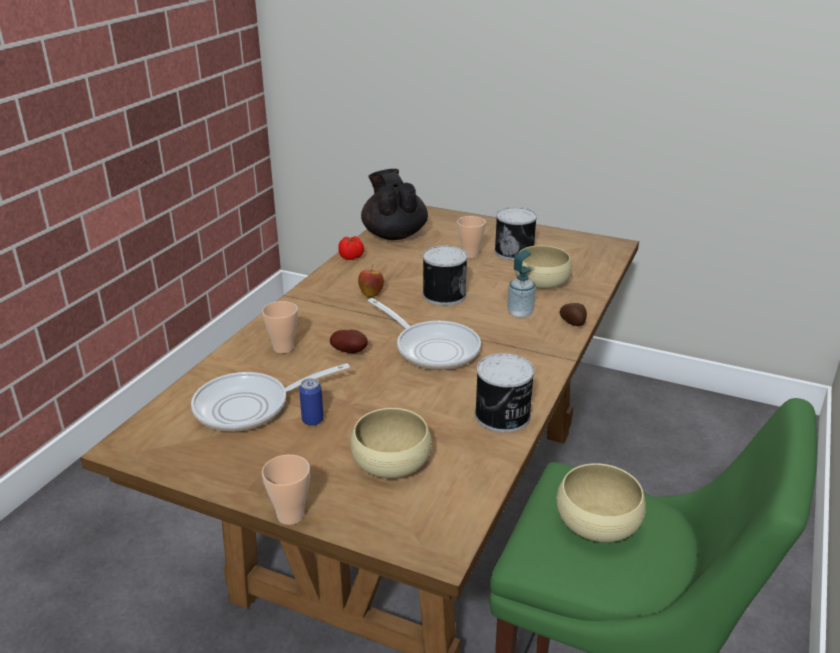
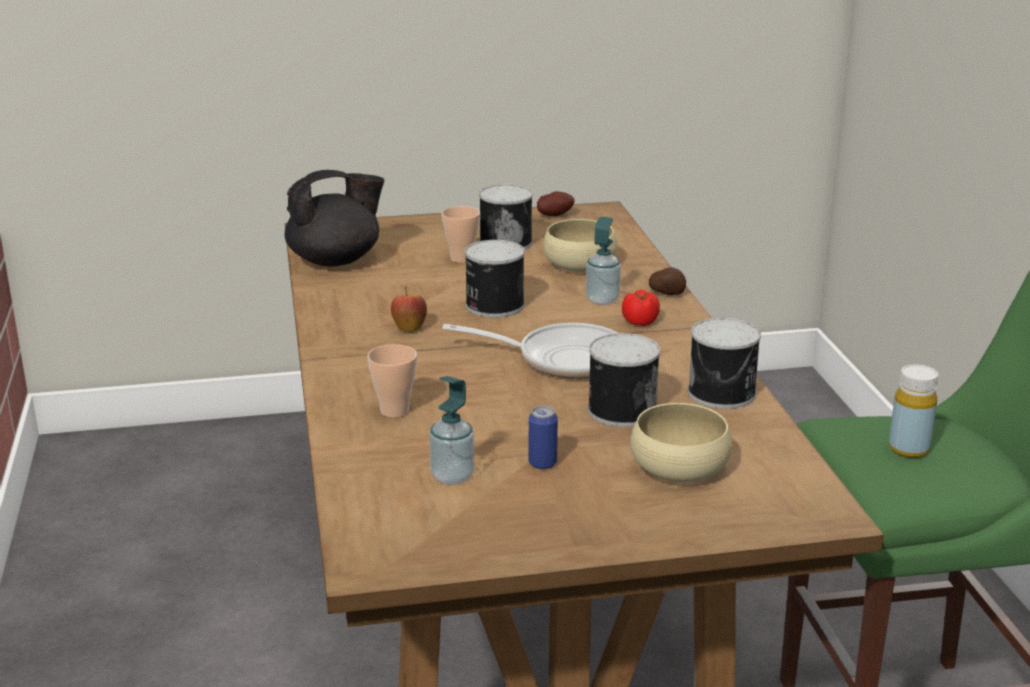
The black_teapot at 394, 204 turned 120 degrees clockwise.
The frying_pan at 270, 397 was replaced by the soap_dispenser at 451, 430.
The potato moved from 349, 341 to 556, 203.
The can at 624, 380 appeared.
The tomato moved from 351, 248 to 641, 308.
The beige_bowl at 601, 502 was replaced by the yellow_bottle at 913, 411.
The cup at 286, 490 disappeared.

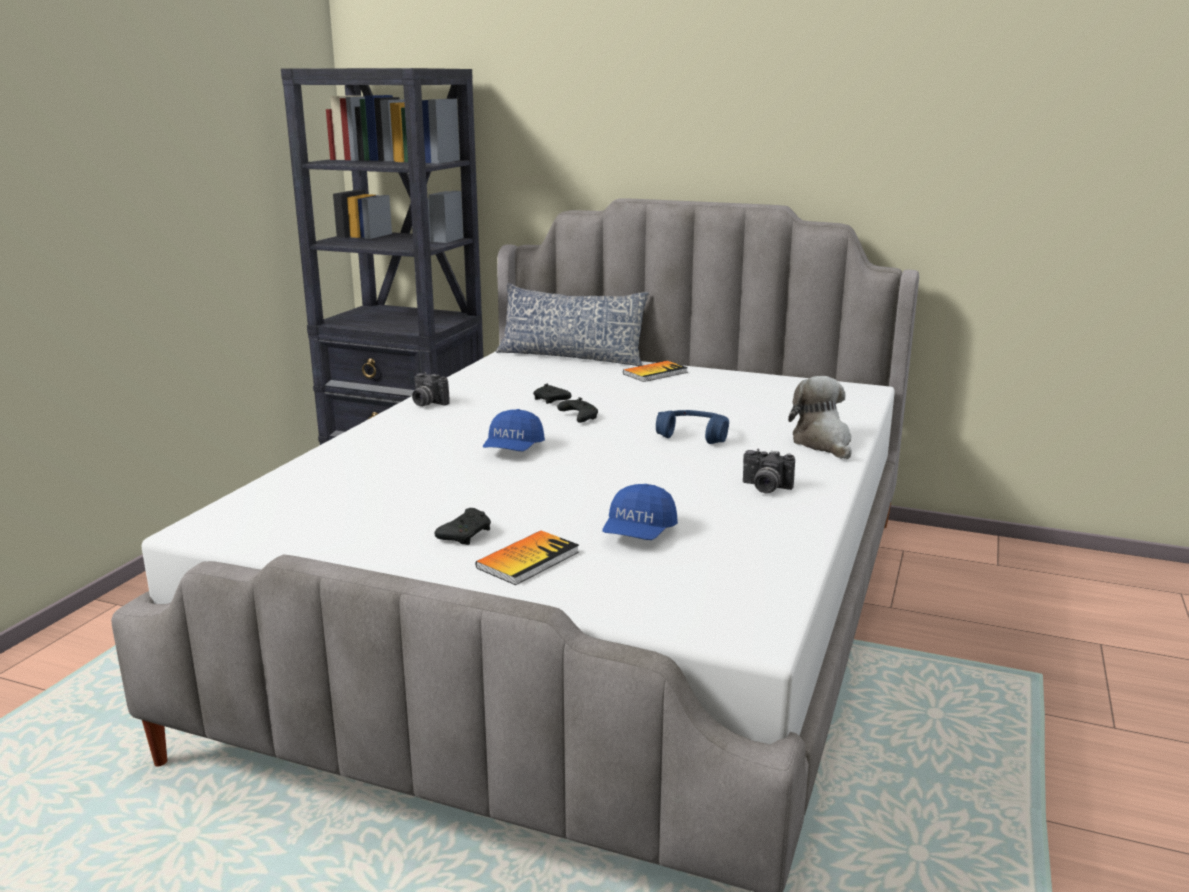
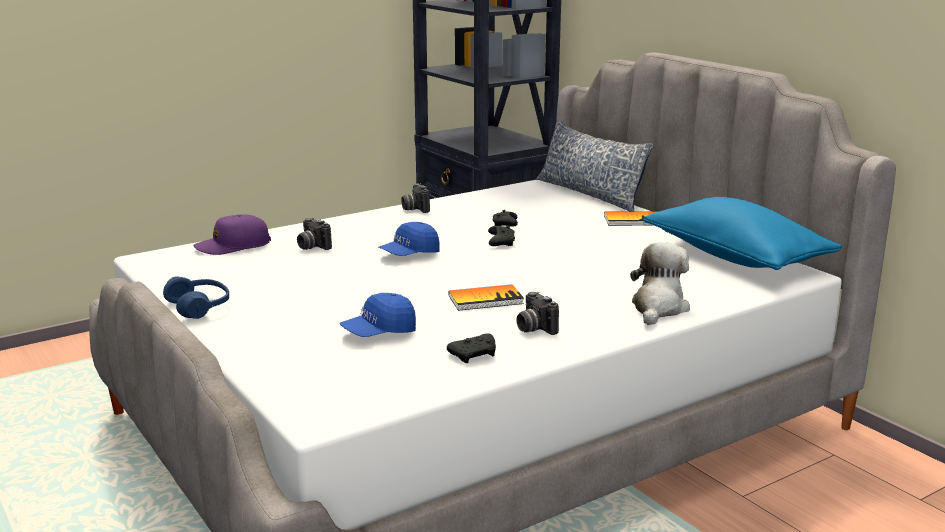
The blue_headphones moved from 692, 427 to 196, 297.
The purple_cap at 232, 234 appeared.
The photo_camera at 314, 233 appeared.
The black_game_controller moved from 463, 526 to 471, 348.
The book moved from 527, 557 to 486, 297.
The blue_pillow at 742, 233 appeared.

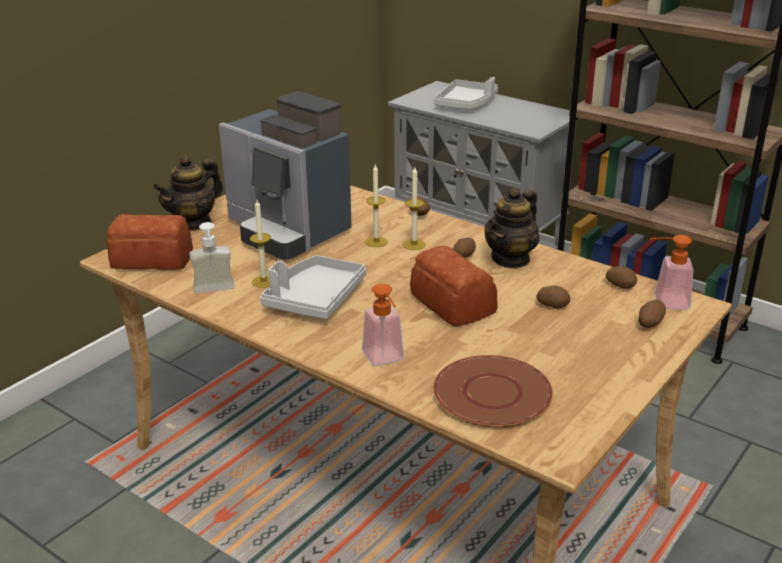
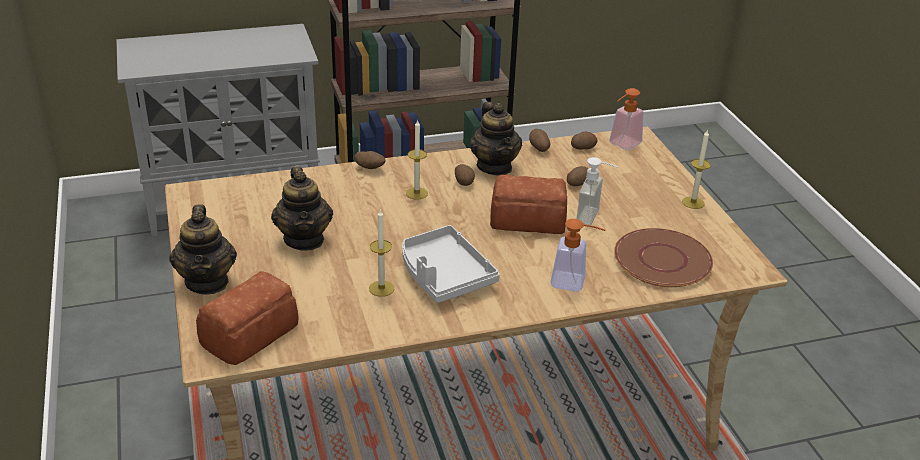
The coffee_machine at 285, 175 was replaced by the teapot at 302, 208.
The potato moved from 652, 314 to 540, 140.
The soap_dispenser moved from 211, 258 to 597, 192.
The candle moved from 376, 206 to 696, 169.
The grey_tray at 466, 93 disappeared.

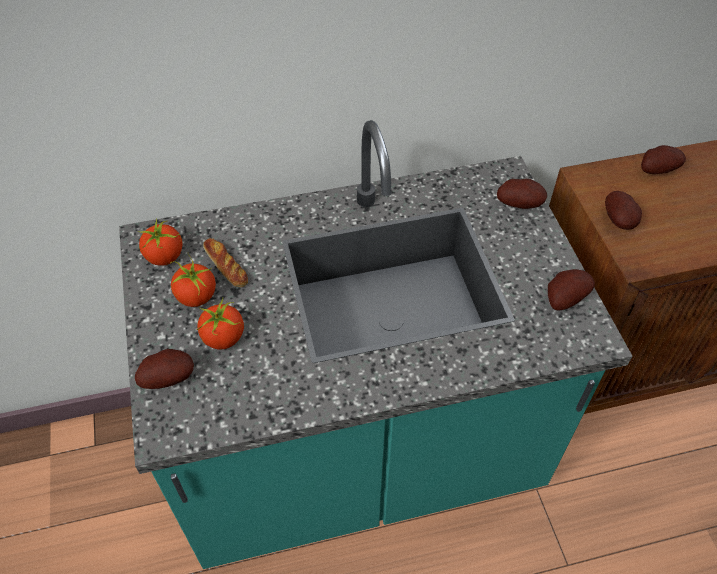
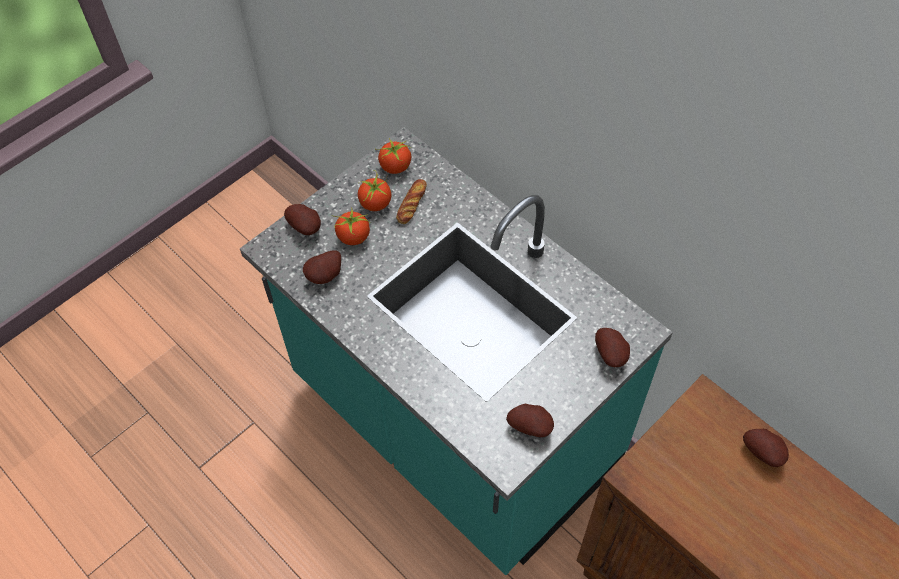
The potato moved from 623, 210 to 322, 267.

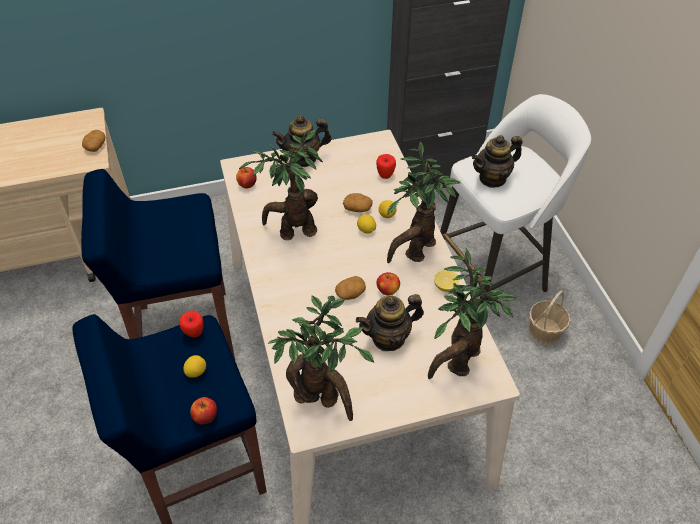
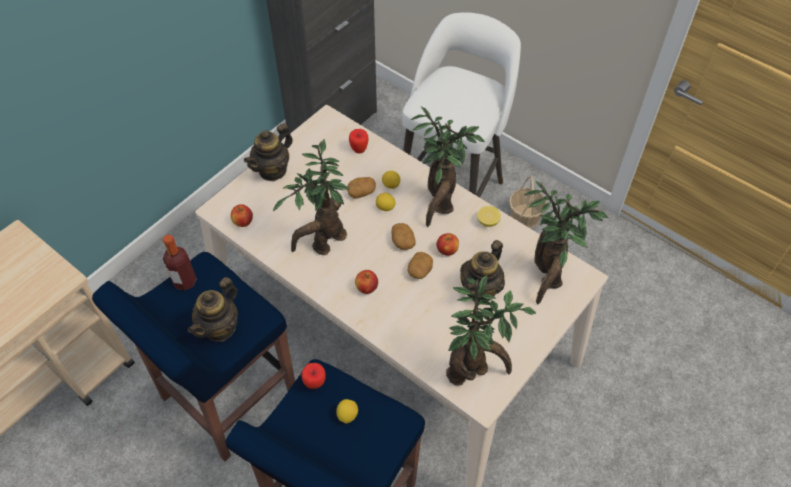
The bottle at 180, 262 appeared.
The teapot moved from 497, 161 to 213, 309.
The apple moved from 203, 411 to 366, 282.
The potato moved from 93, 141 to 404, 236.

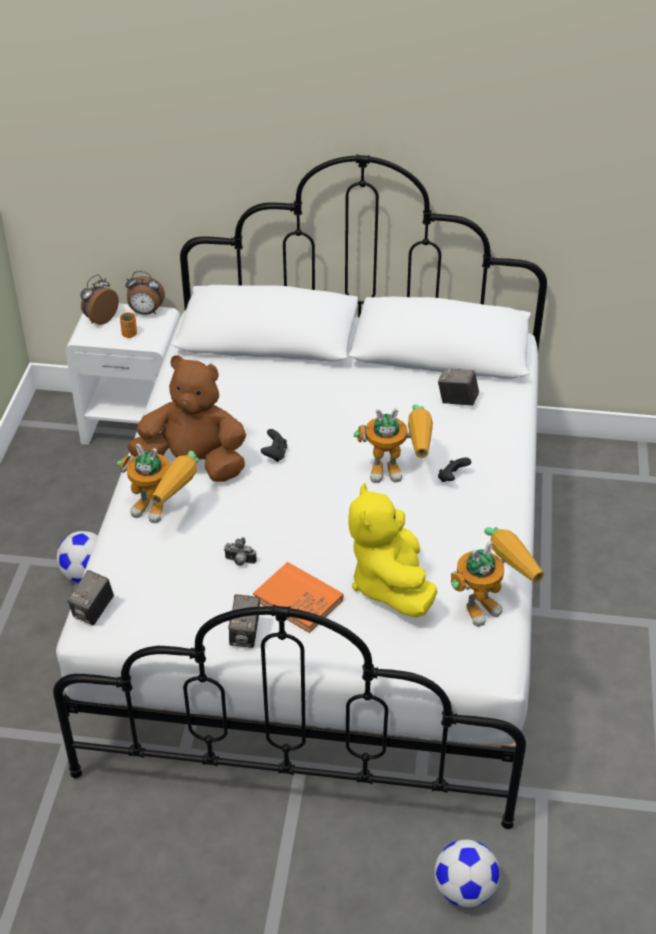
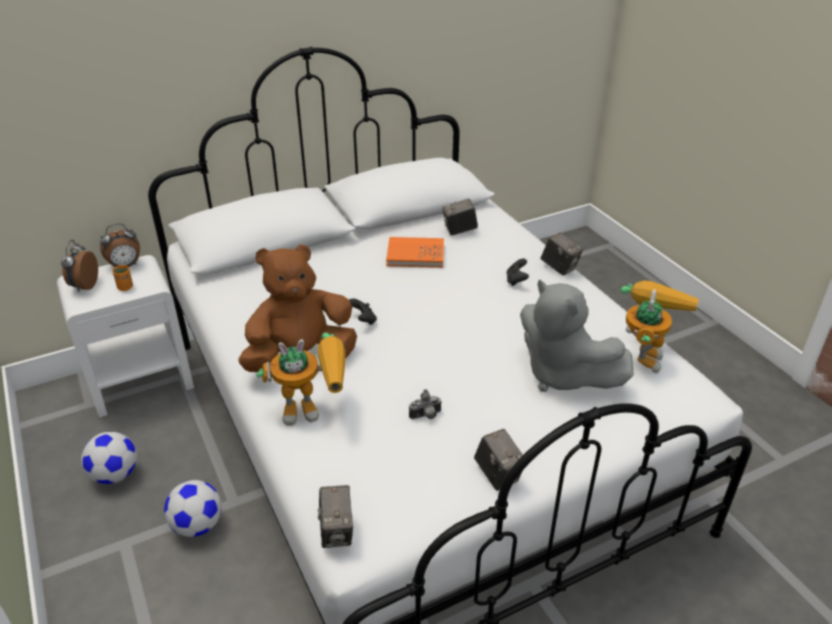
The football moved from 467, 873 to 109, 458.
The orange_book moved from 298, 597 to 415, 252.
The yellow_plush_toy at 393, 550 became the grey_plush_toy at 577, 335.
The photo_camera at 562, 254 appeared.
The toy_robot at 393, 443 disappeared.

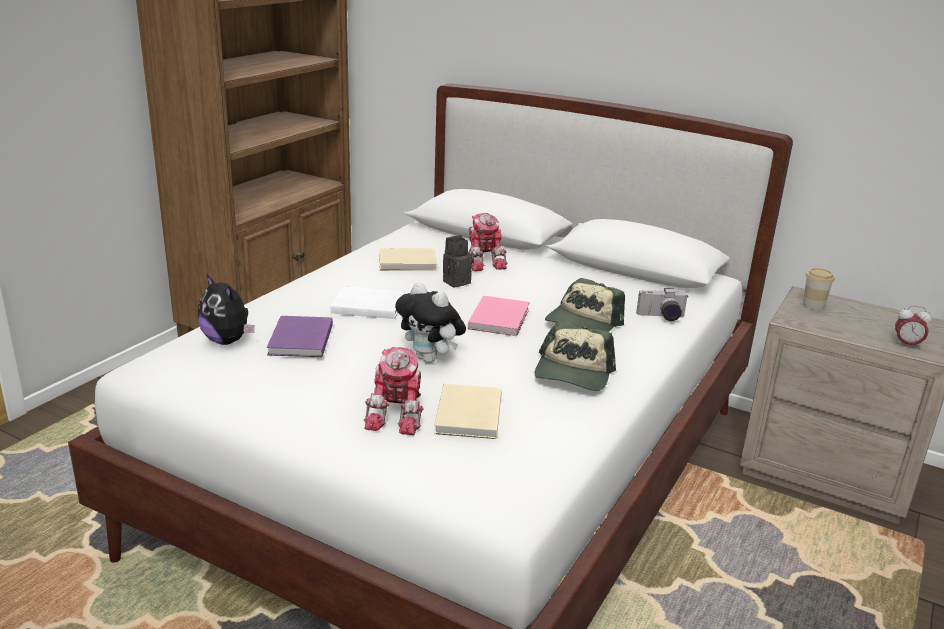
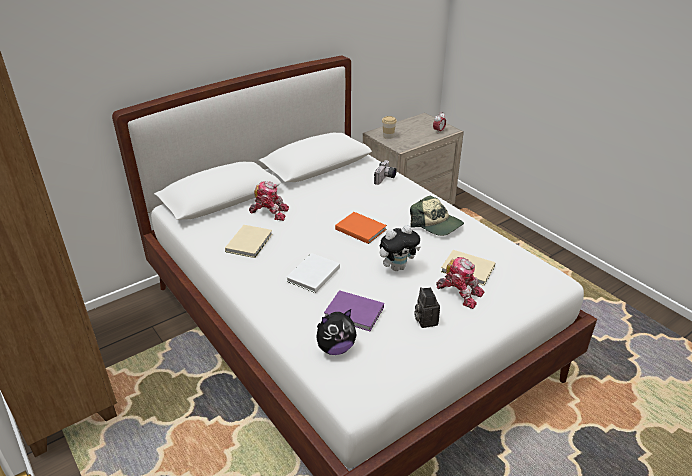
The pink_book at 499, 316 became the orange_book at 361, 228.
The photo_camera moved from 458, 261 to 427, 307.
The cap at 585, 305 disappeared.

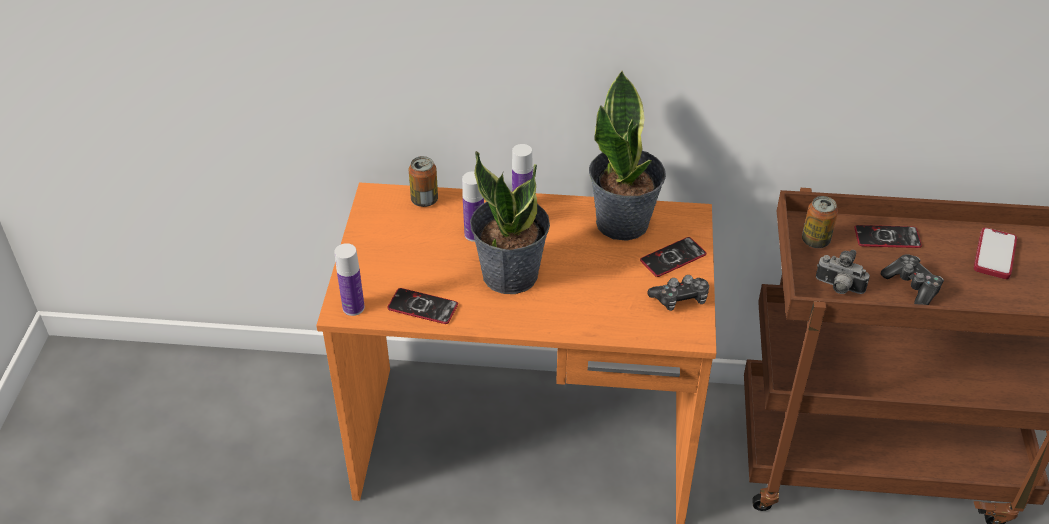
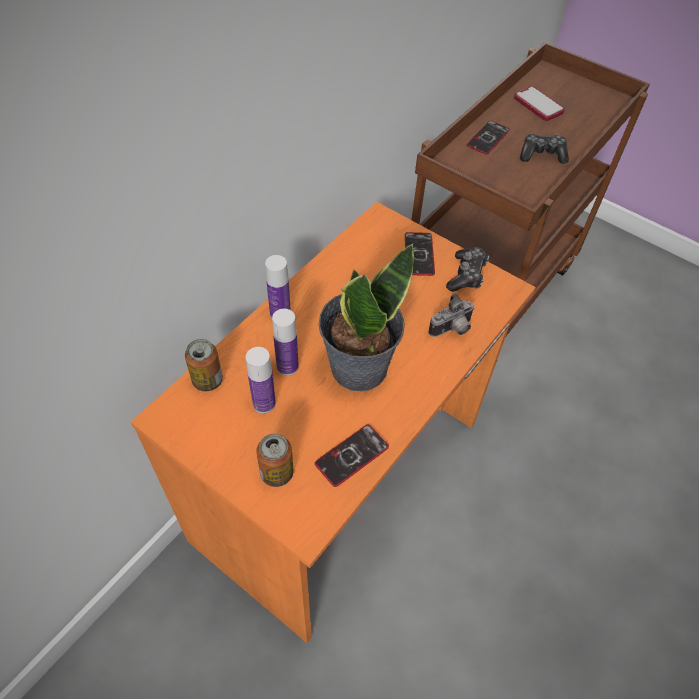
The bottle moved from 349, 279 to 261, 380.
The can moved from 820, 222 to 275, 460.
The photo_camera moved from 843, 272 to 451, 315.
The potted_plant at 627, 155 disappeared.

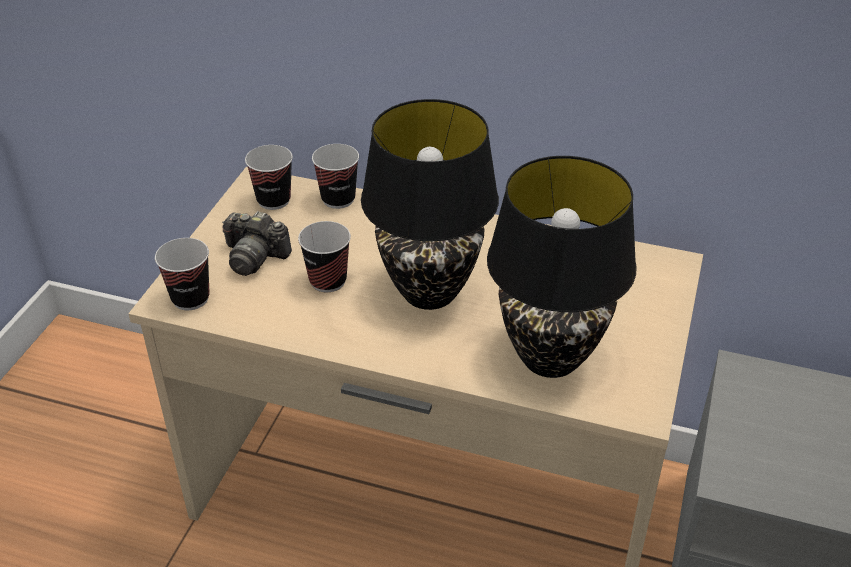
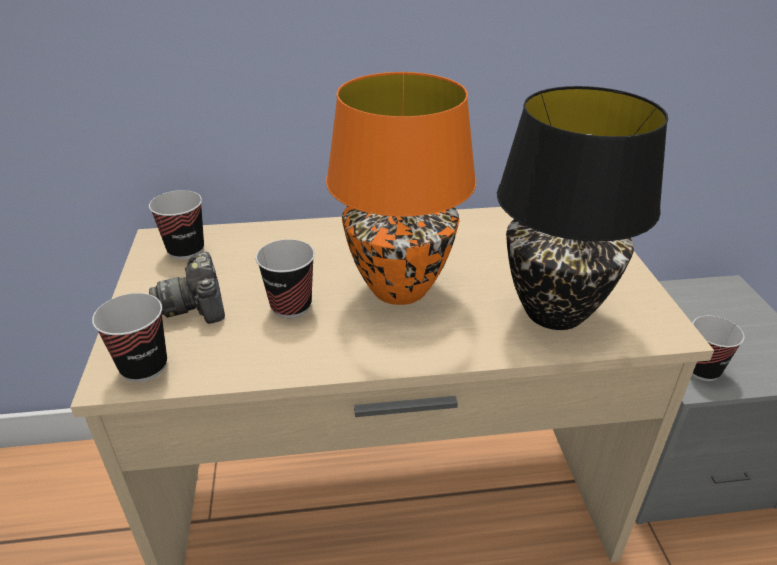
The photo_camera at 257, 243 turned 75 degrees clockwise.
The black_table_lamp at 430, 204 became the orange_table_lamp at 401, 188.
The cup moved from 335, 176 to 718, 348.

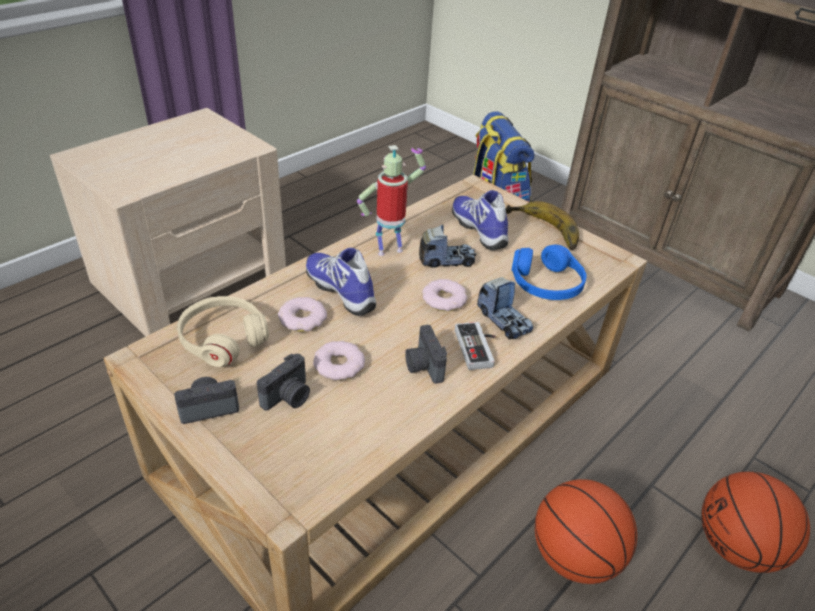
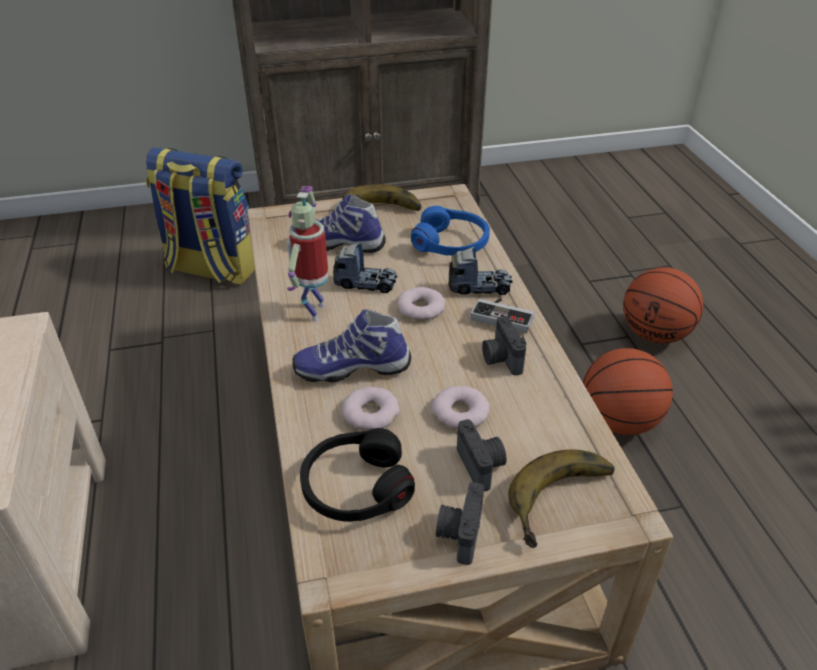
The beige_headphones at 223, 331 became the black_headphones at 357, 475.
The toy_truck at 447, 246 turned 75 degrees clockwise.
The photo_camera at 426, 354 turned 60 degrees clockwise.
The banana at 562, 499 appeared.

